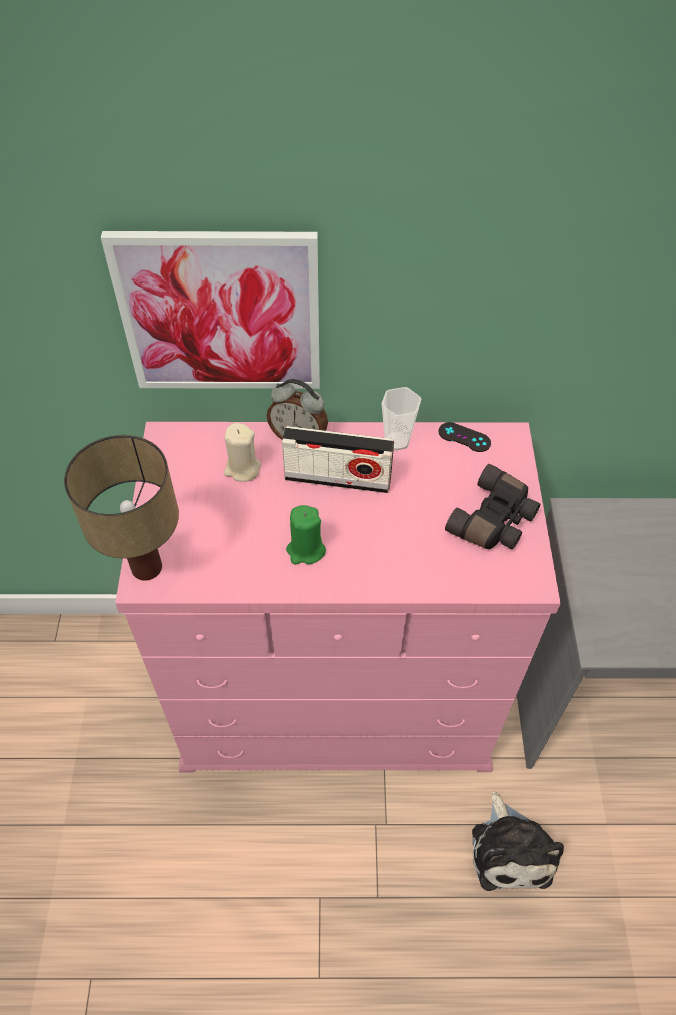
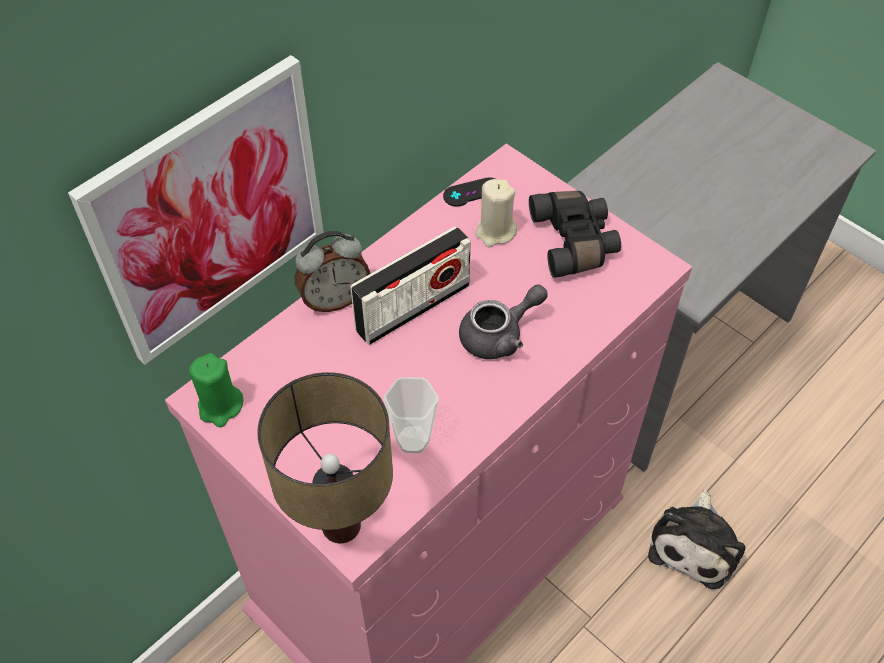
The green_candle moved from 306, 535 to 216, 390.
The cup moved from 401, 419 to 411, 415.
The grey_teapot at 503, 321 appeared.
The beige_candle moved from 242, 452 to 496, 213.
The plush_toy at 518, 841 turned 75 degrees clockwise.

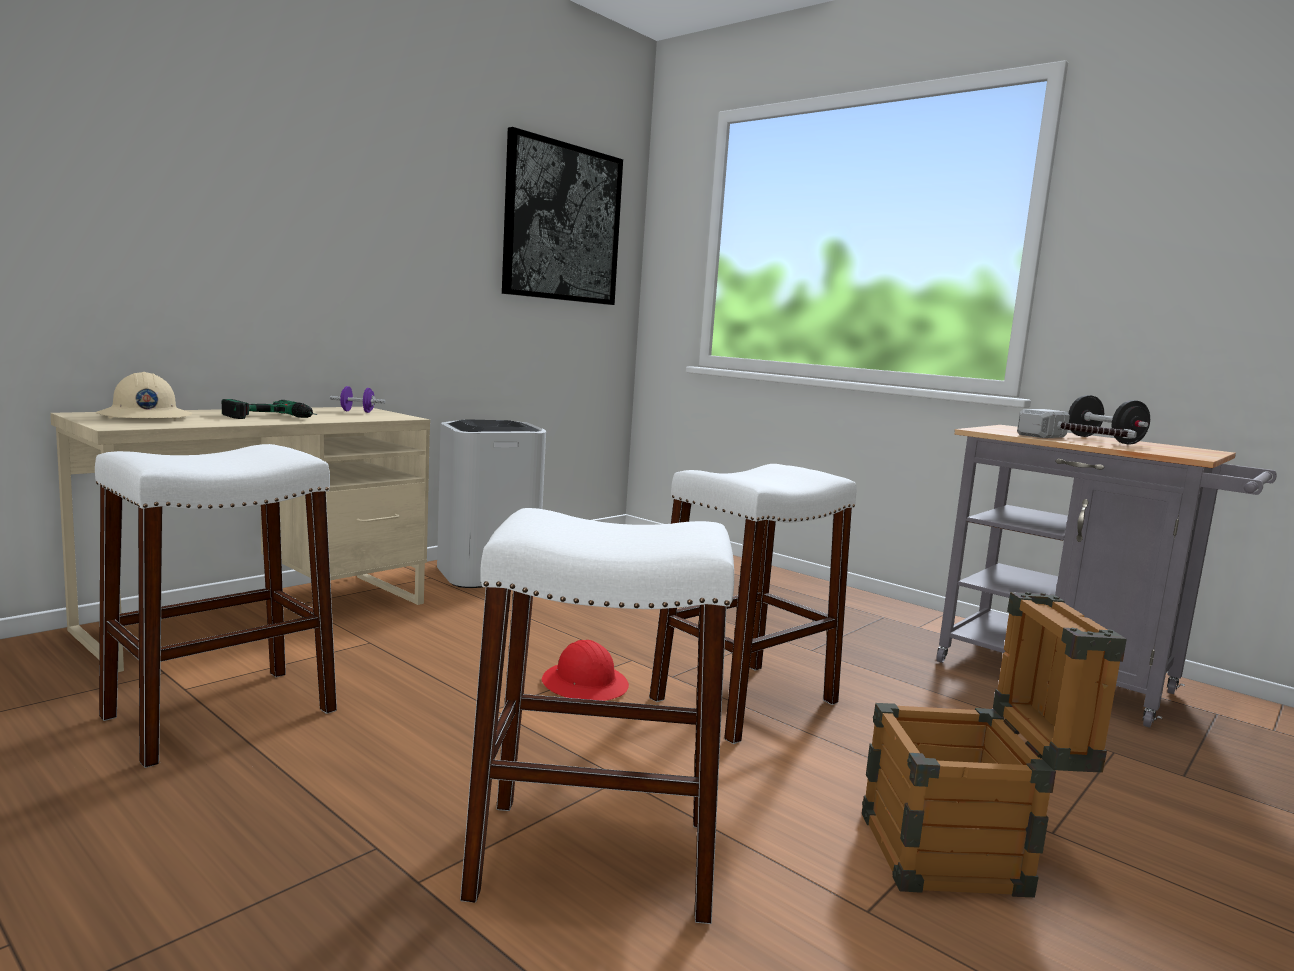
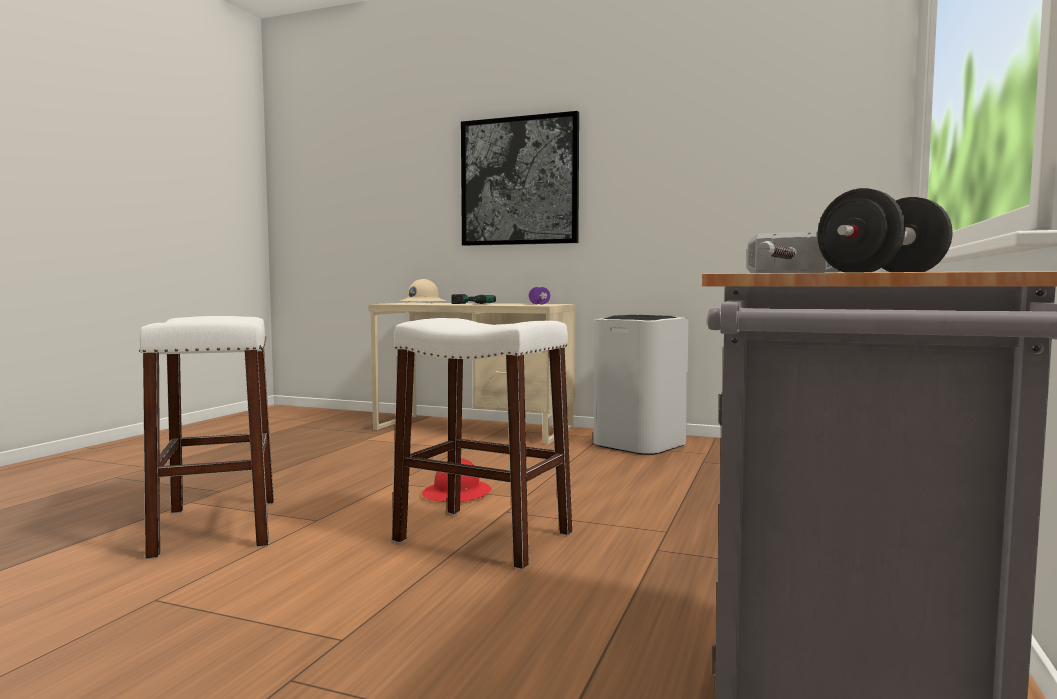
The picture moved from 562, 216 to 520, 178.
The white_stool at 216, 606 disappeared.
The crate at 994, 744 disappeared.

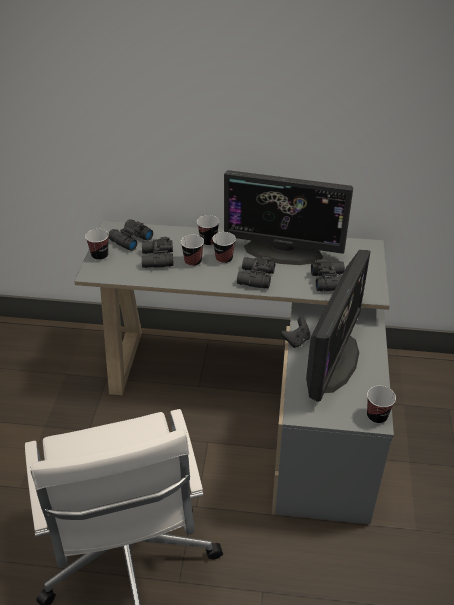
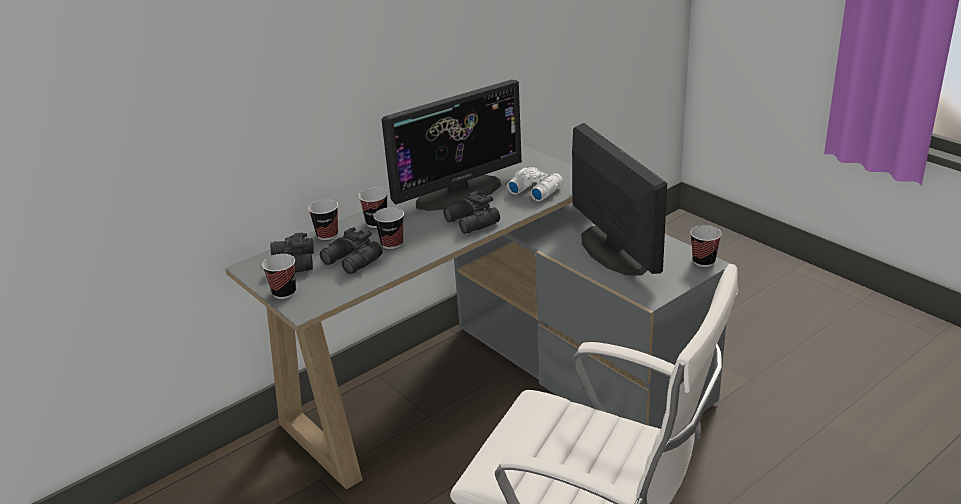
The cup moved from 224, 248 to 323, 219.
The black_binoculars at 328, 275 became the white_binoculars at 535, 184.
The black_game_controller at 295, 333 disappeared.

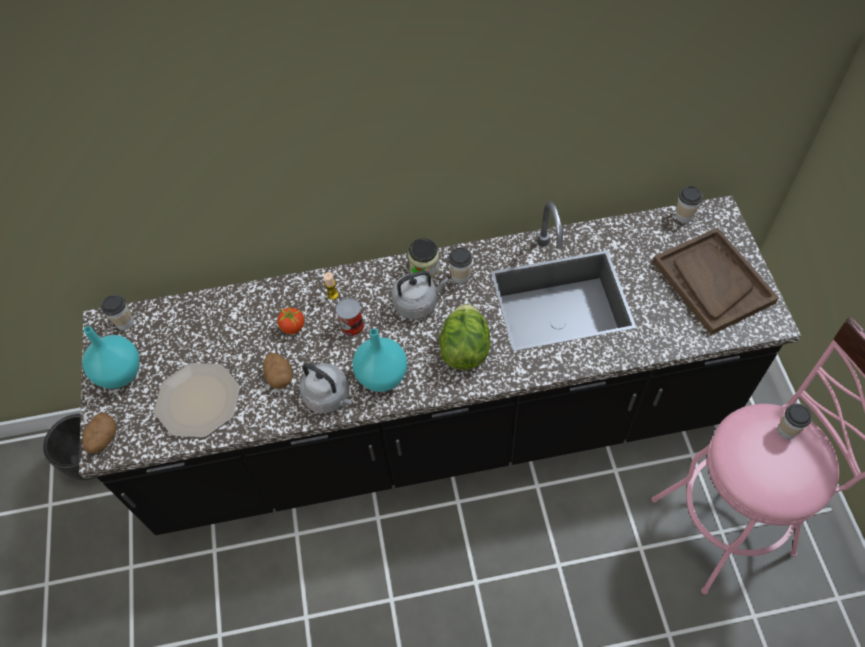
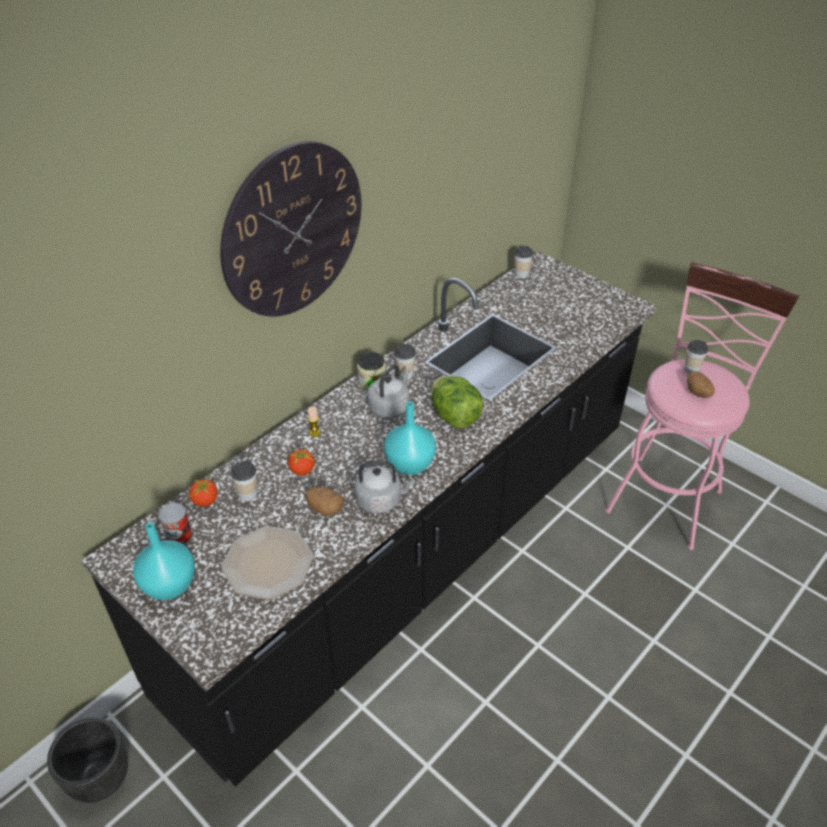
The can moved from 350, 317 to 175, 524.
The tomato at 203, 490 appeared.
The wall_clock at 290, 229 appeared.
The cup moved from 117, 312 to 244, 481.
The potato moved from 99, 433 to 701, 384.
The brown_tray at 716, 281 disappeared.

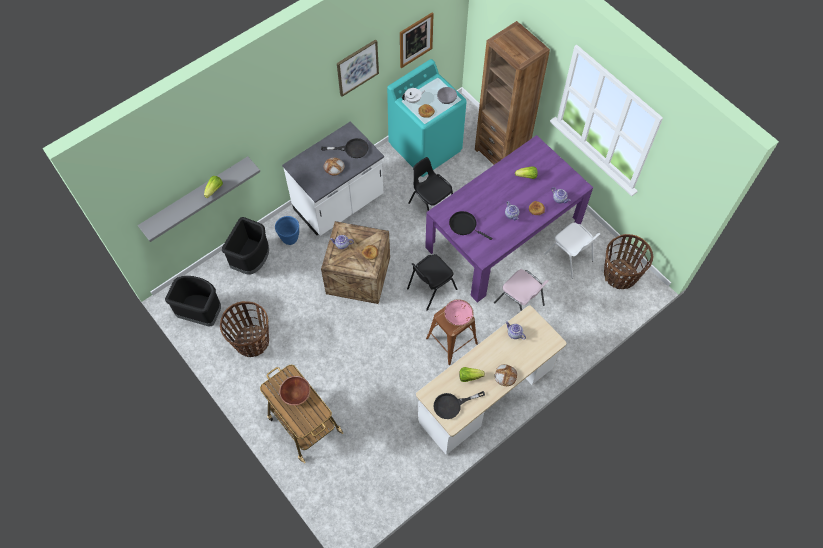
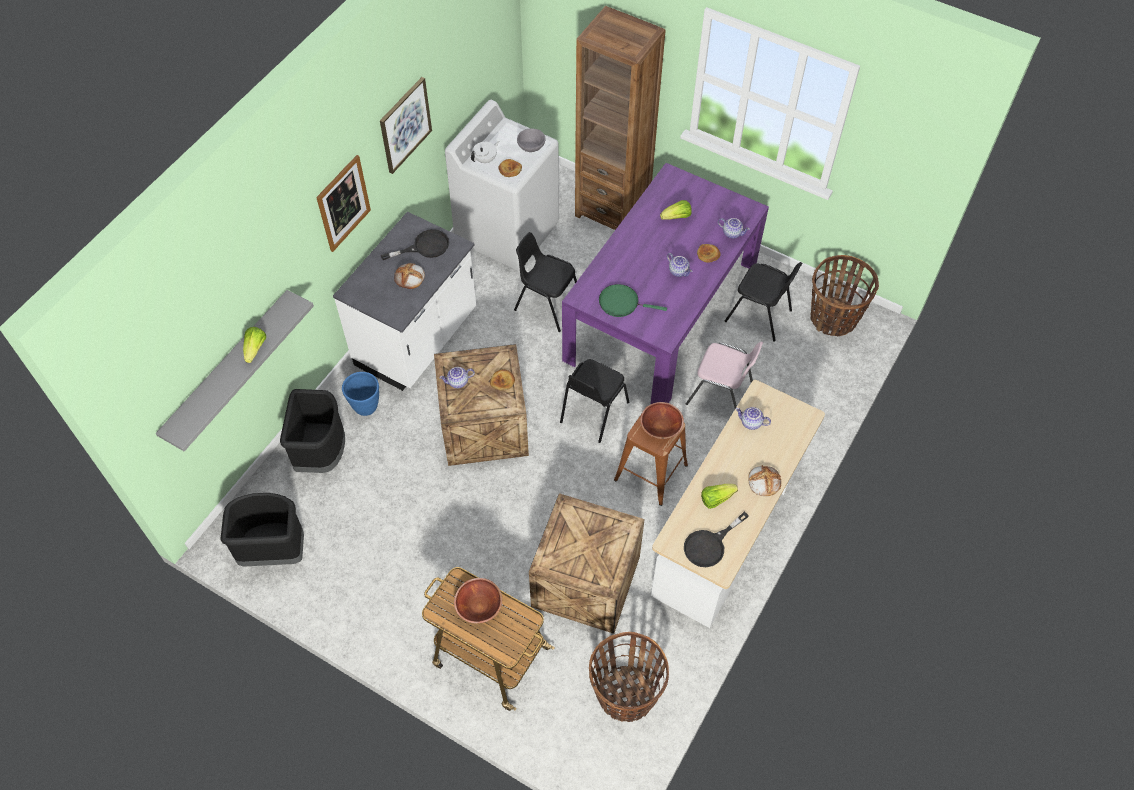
The picture moved from 417, 40 to 343, 203.
The turquoise_washing_machine at 427, 118 became the white_washing_machine at 502, 185.
The crate at 587, 563 appeared.
The basket moved from 244, 329 to 629, 677.
The black_frying_pan at 470, 225 became the green_frying_pan at 633, 300.
The pink_bowl at 458, 312 became the brown_bowl at 662, 420.
The white_chair at 572, 251 became the black_chair at 763, 302.

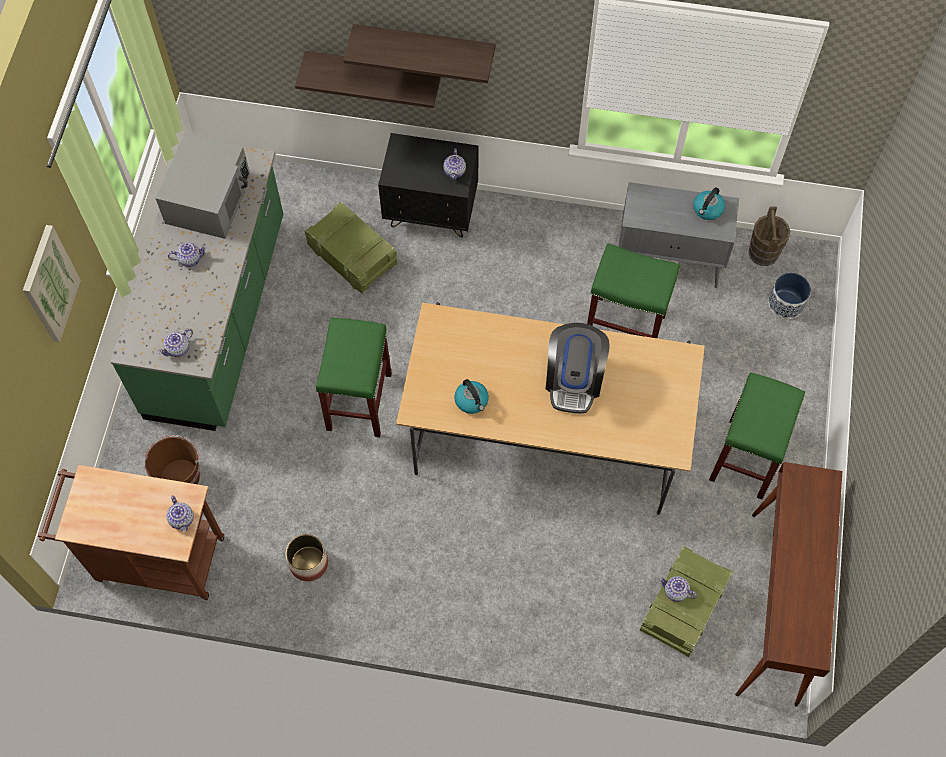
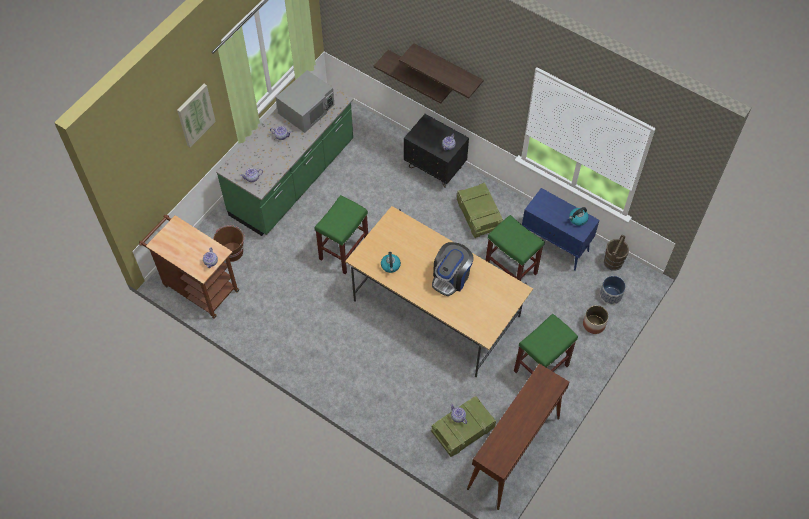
The crate moved from 351, 248 to 480, 210.
The grey_cabinet at 678, 235 became the blue_cabinet at 561, 229.
The planter moved from 307, 557 to 596, 319.

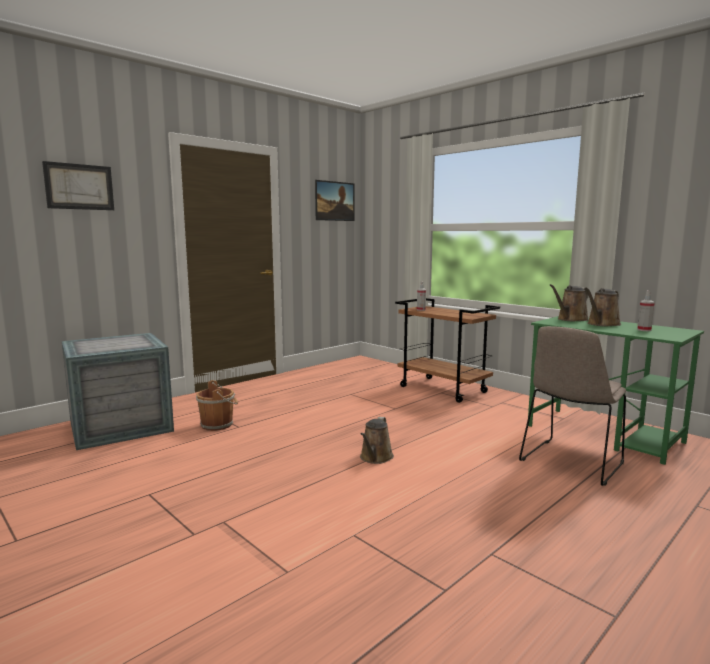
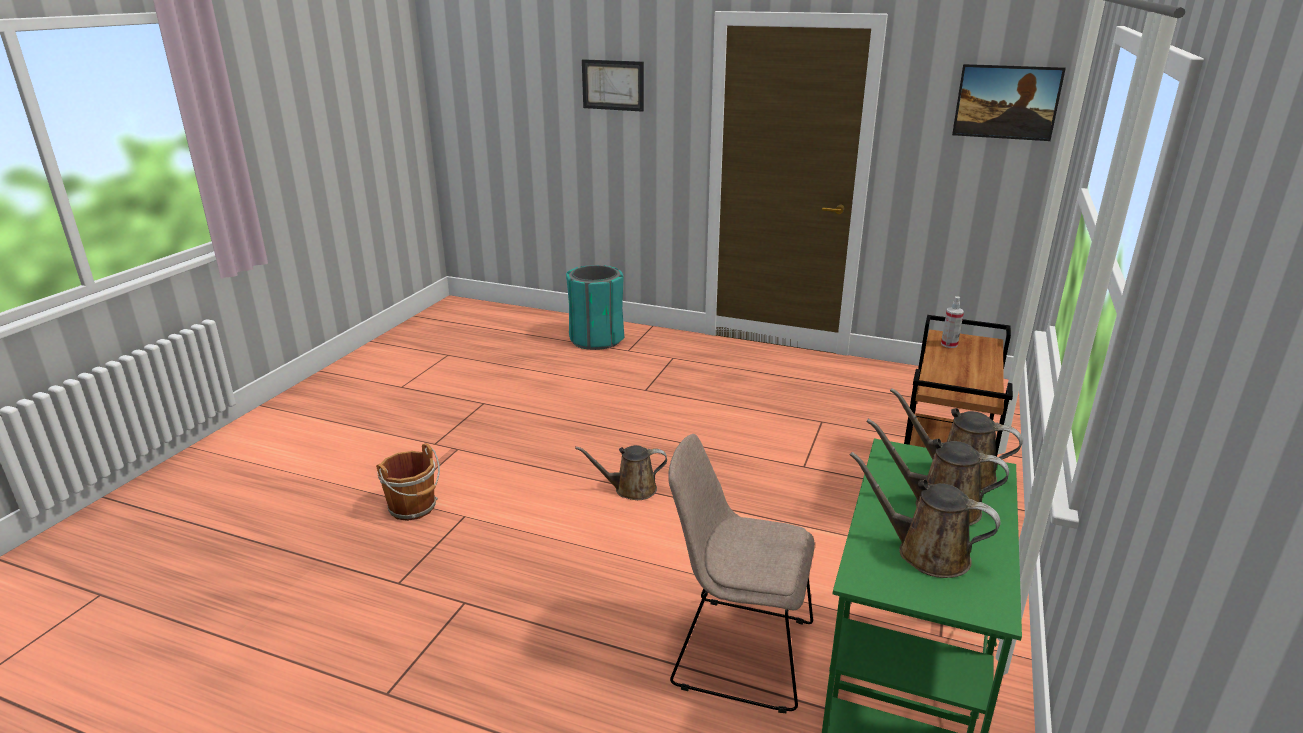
The brown_bucket moved from 217, 405 to 408, 482.
The crate at 118, 391 was replaced by the turquoise_trash_can at 595, 307.
The spray_bottle at 646, 311 was replaced by the brown_watering_can at 925, 515.

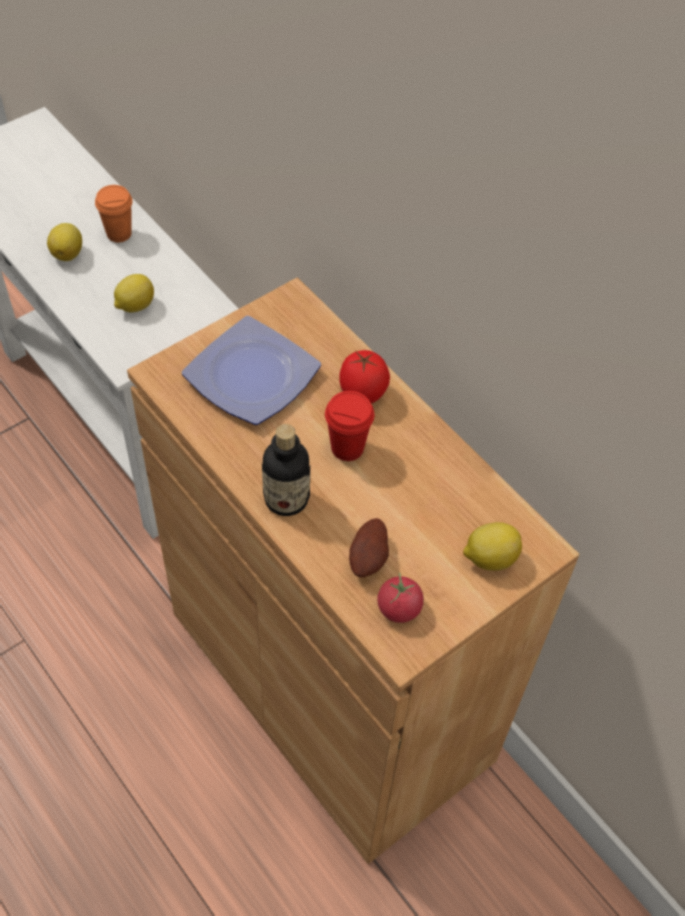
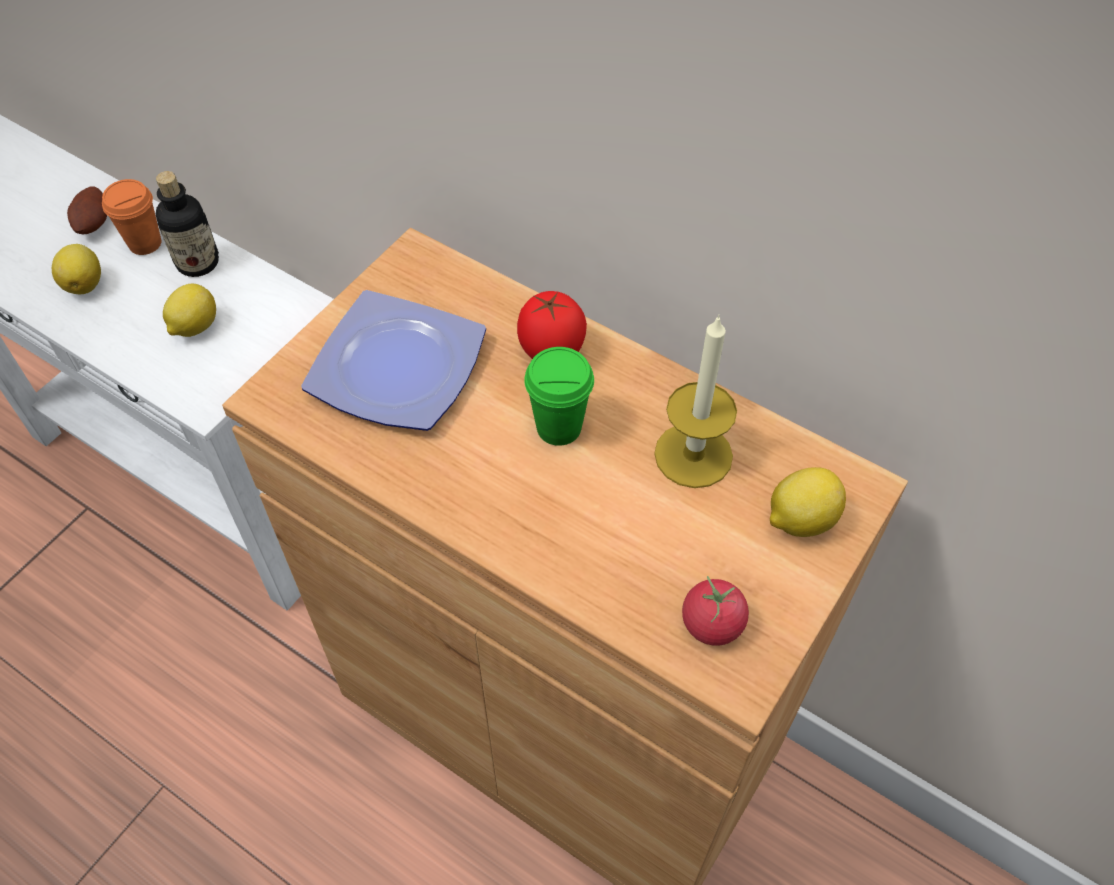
The potato moved from 369, 547 to 87, 210.
The bottle moved from 286, 470 to 187, 224.
The red_cup at 349, 426 became the green_cup at 559, 396.
The candle at 695, 401 appeared.

